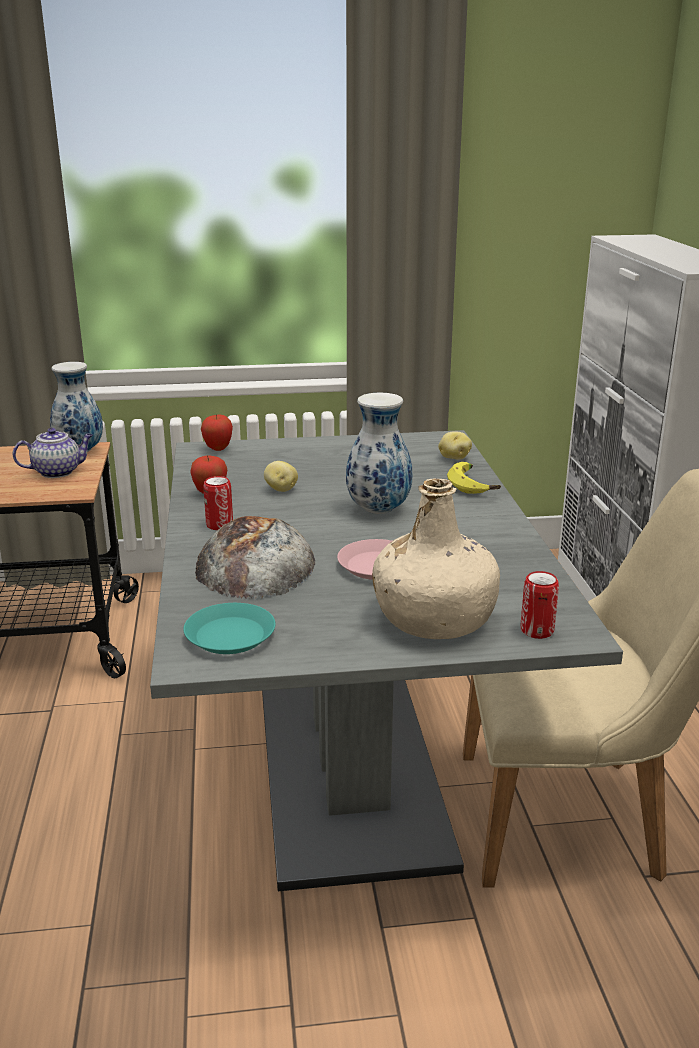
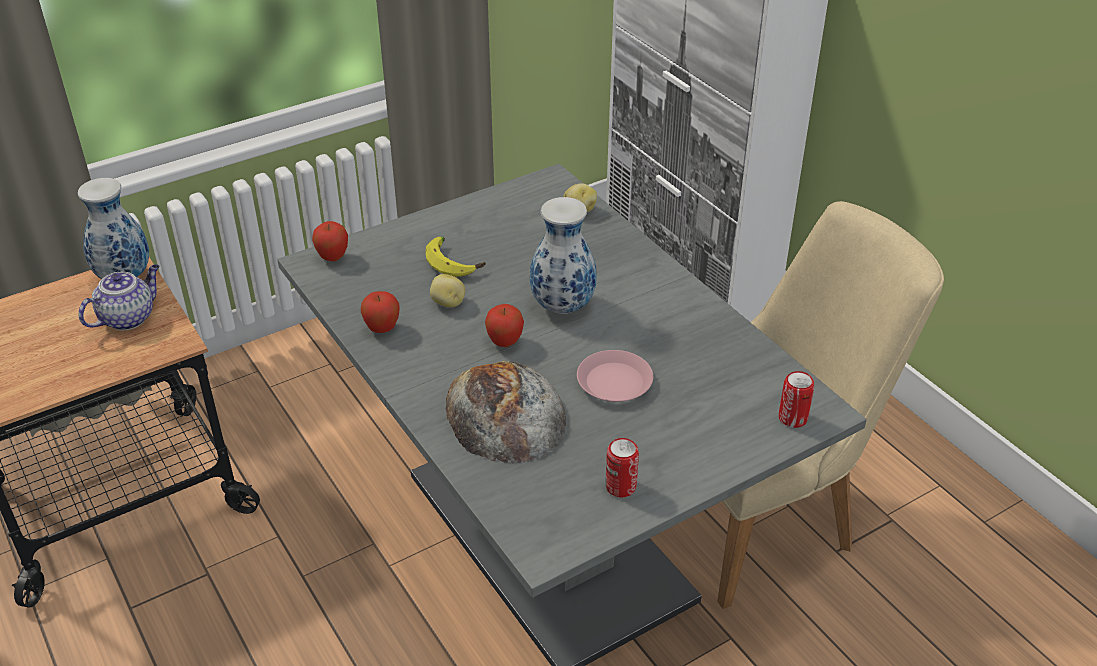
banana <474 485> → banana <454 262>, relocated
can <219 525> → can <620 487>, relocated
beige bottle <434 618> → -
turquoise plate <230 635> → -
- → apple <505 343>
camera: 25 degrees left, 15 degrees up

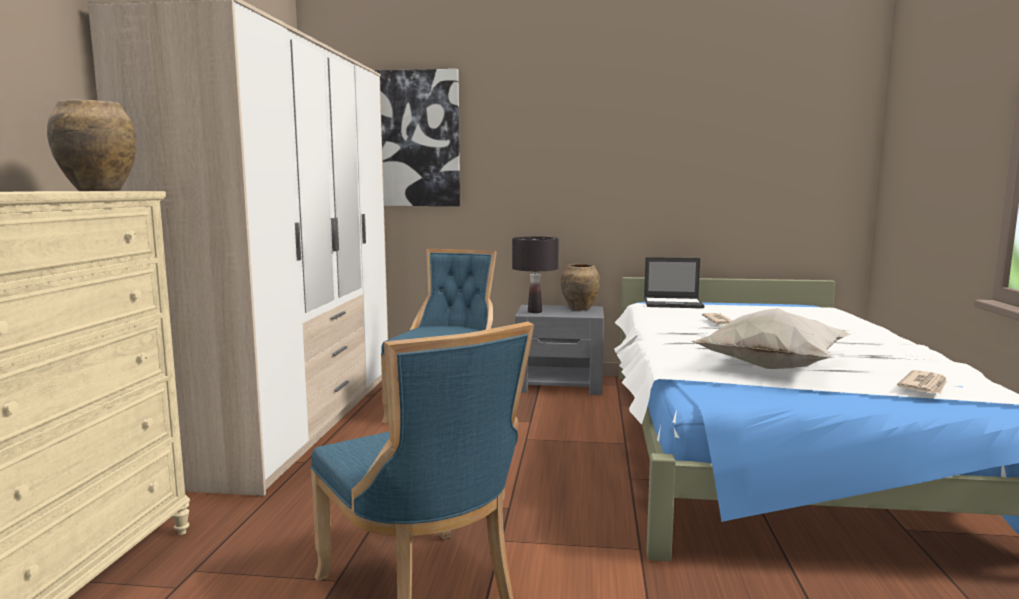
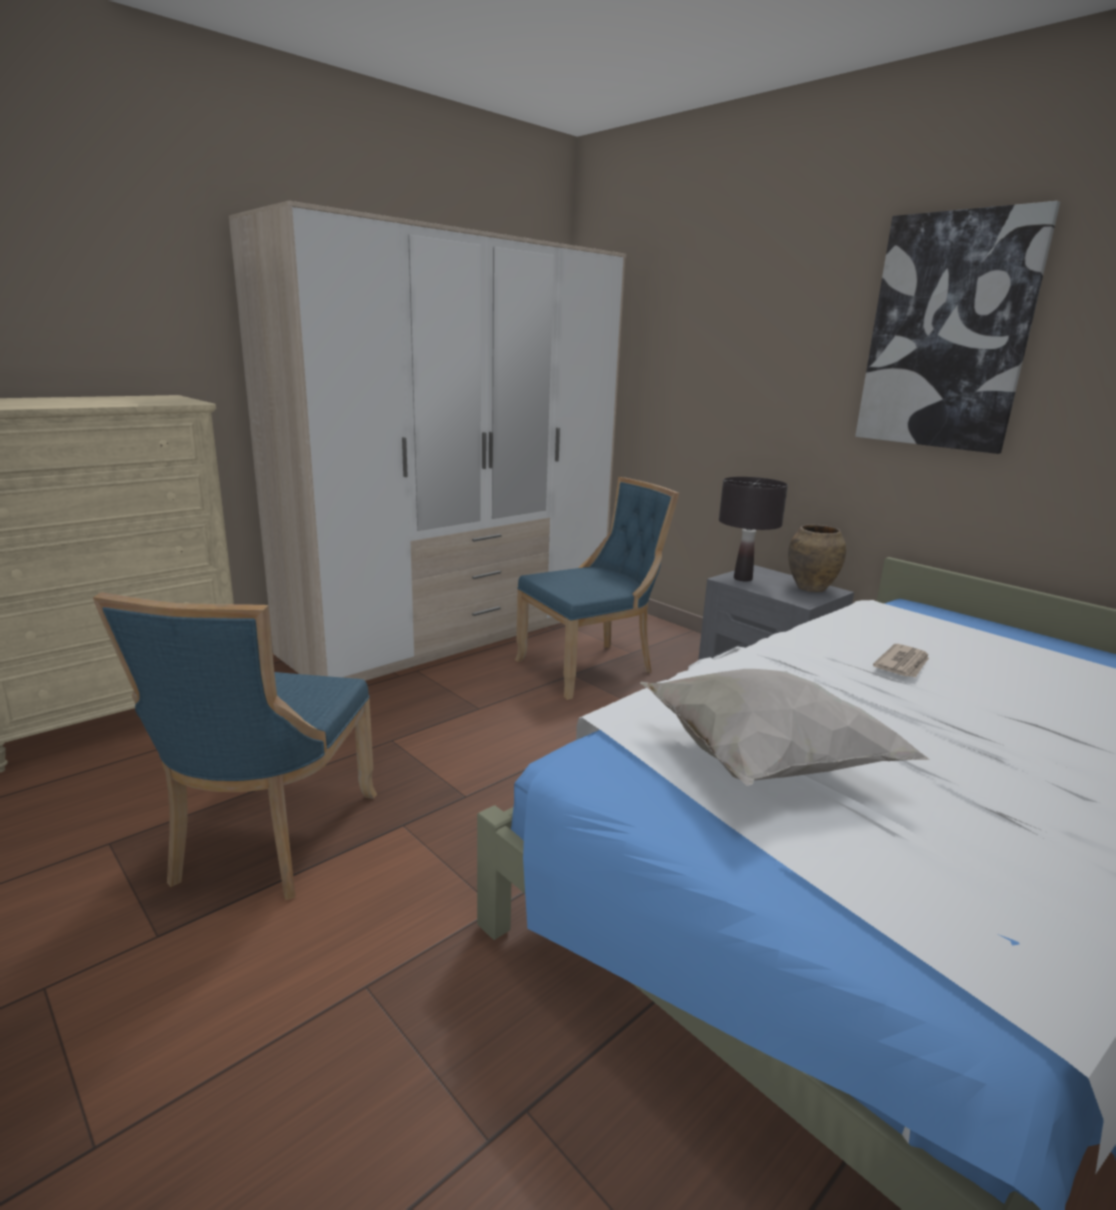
picture <416 139> → picture <948 333>, relocated
brown vase <99 190> → -
laptop <673 303> → -
newspaper <924 385> → -
camera: 40 degrees right, 10 degrees up

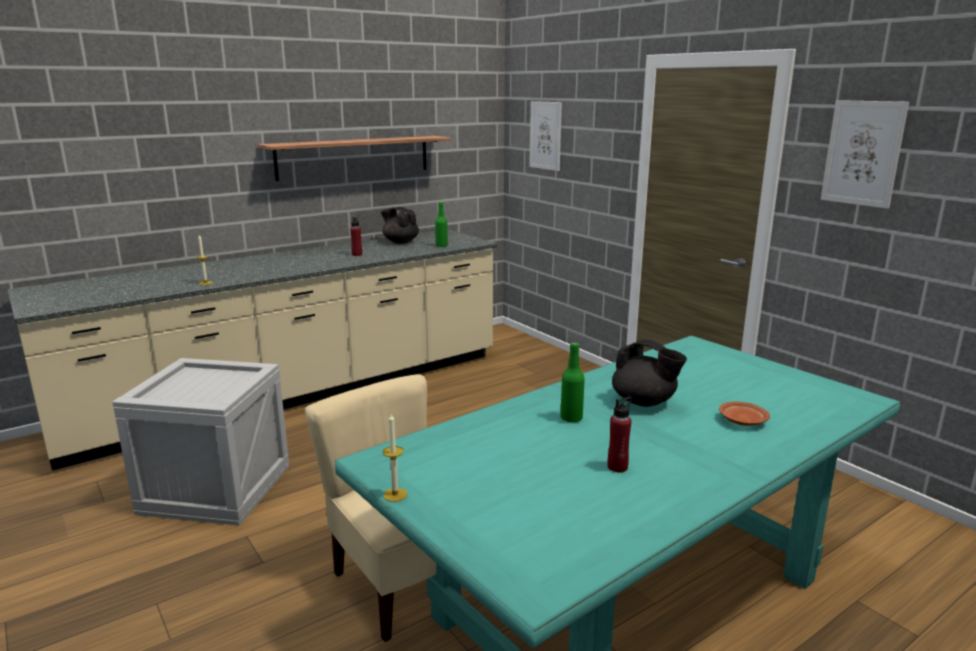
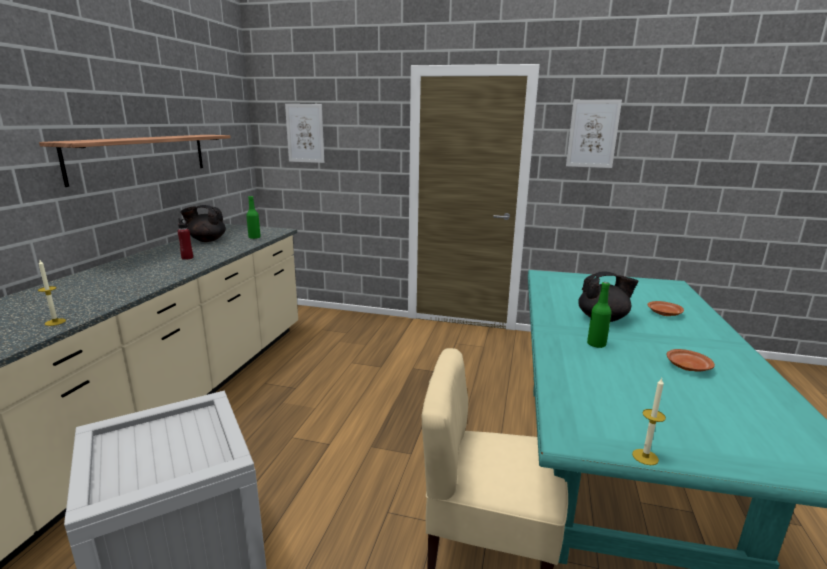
red bottle <617 467> → brown plate <687 366>
camera: 40 degrees left, 0 degrees up

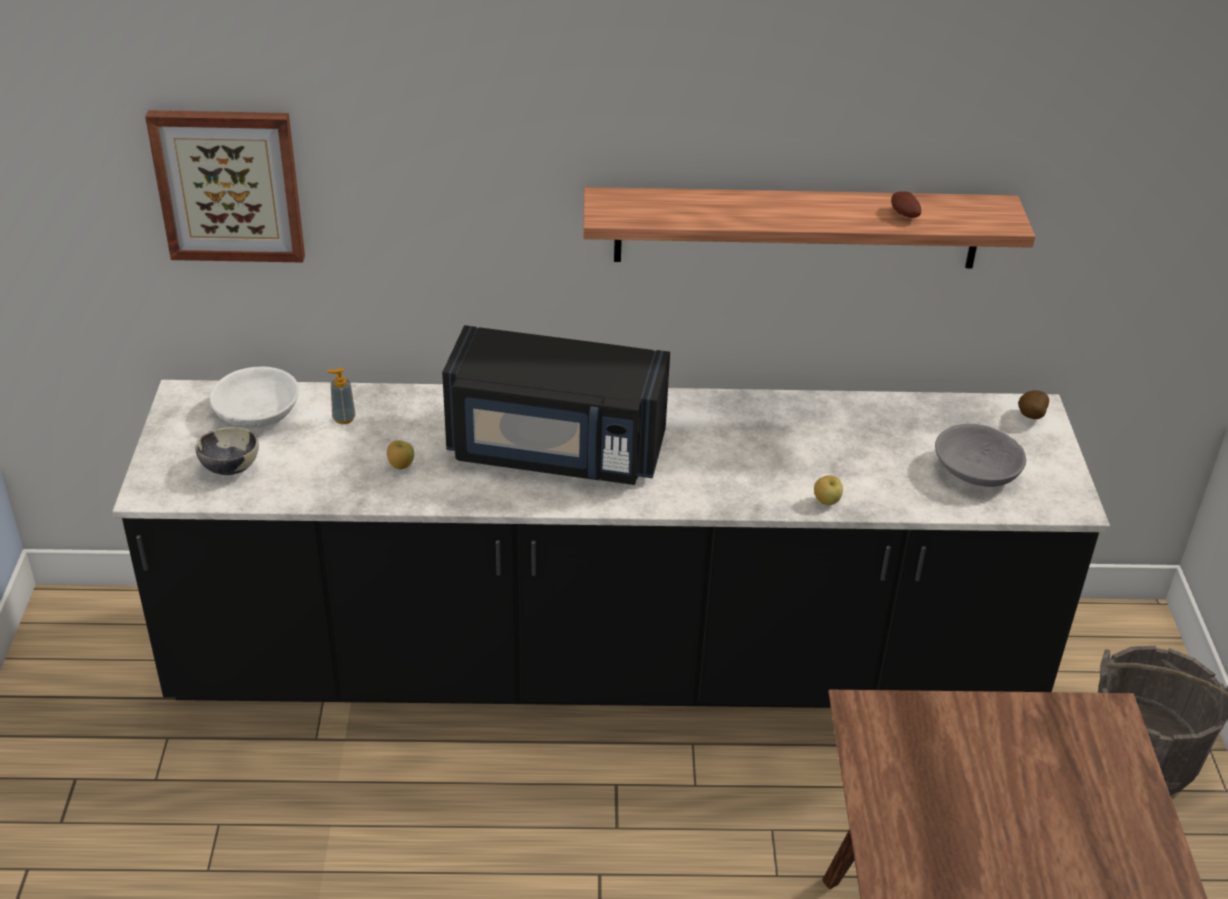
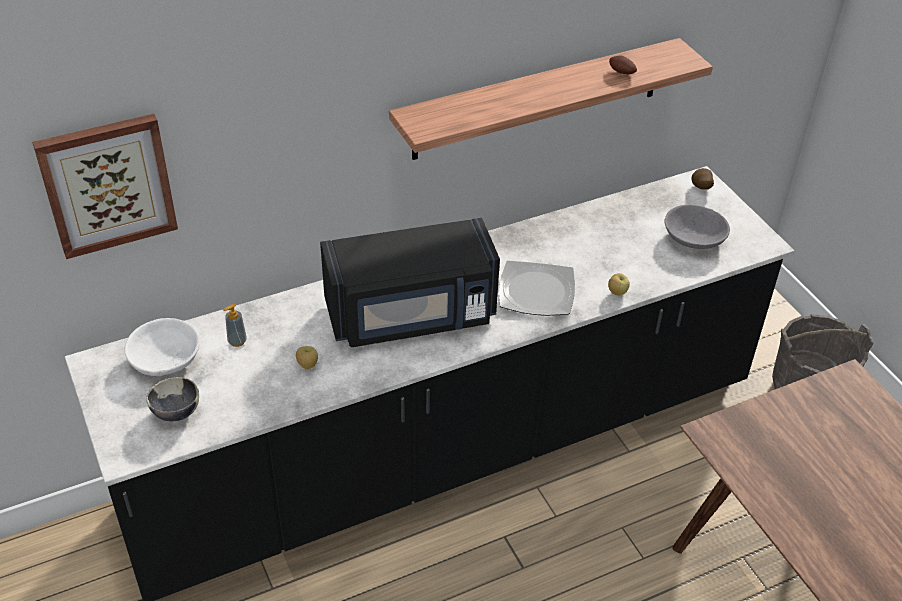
- → plate <536 291>
camera: 25 degrees left, 5 degrees up

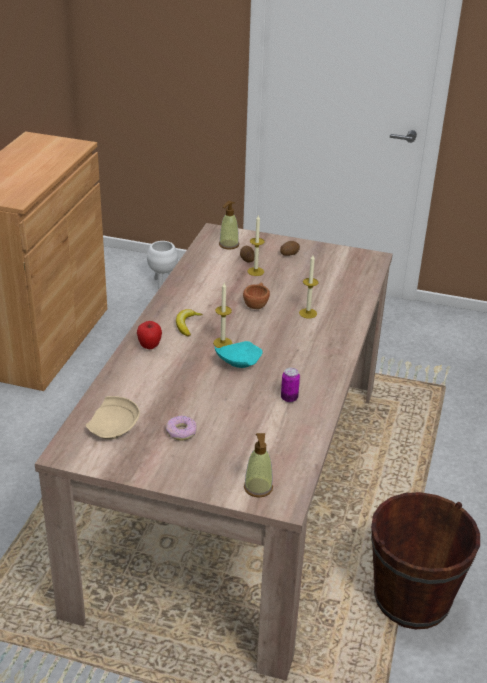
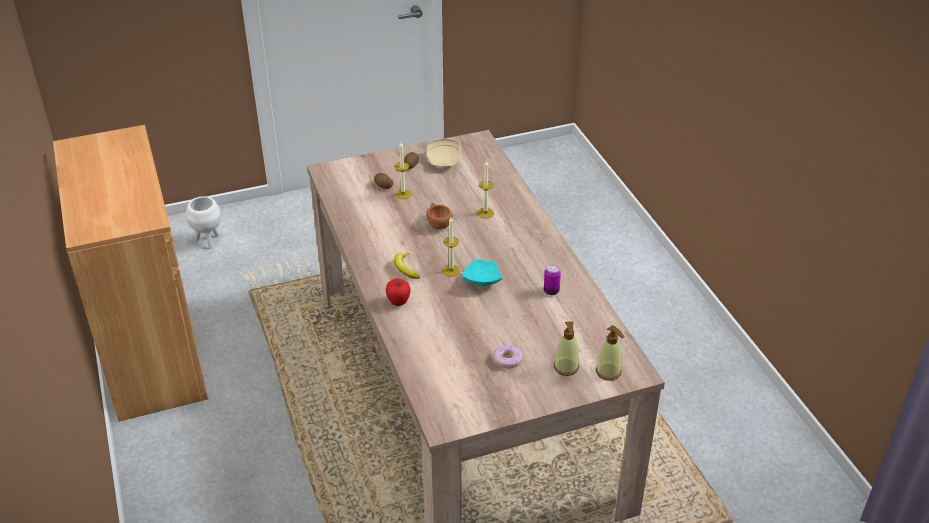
soap dispenser <228 245> → soap dispenser <566 367>, relocated
beige plate <114 428> → beige plate <444 161>, relocated
brown bucket <412 599> → -
camera: 35 degrees left, 5 degrees up

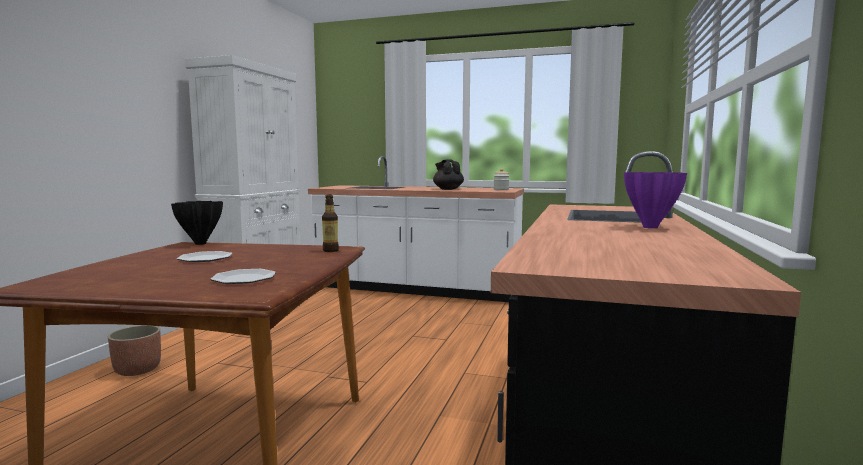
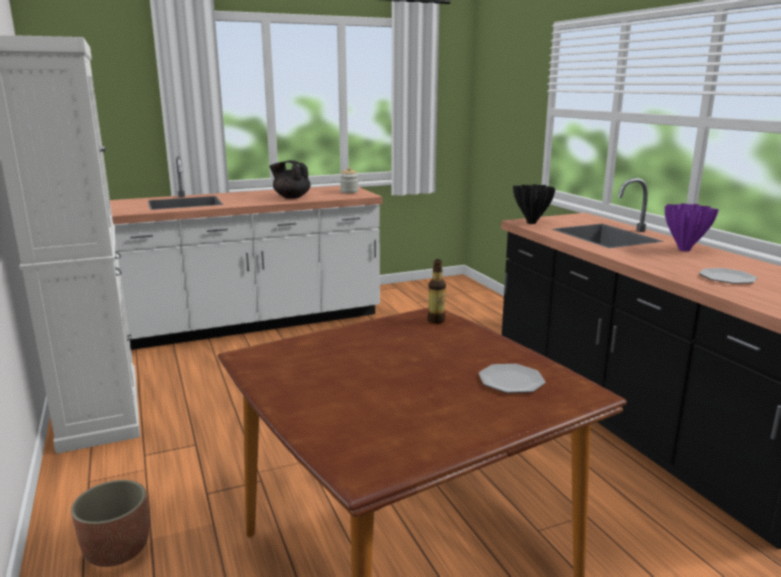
black vase <200 244> → black vase <532 223>, relocated
plate <205 259> → plate <727 278>, relocated
camera: 40 degrees left, 10 degrees up

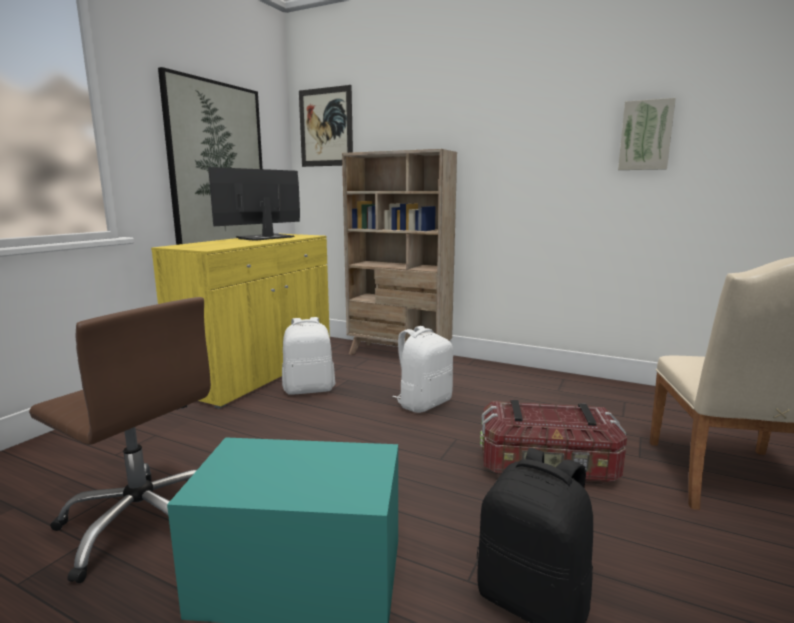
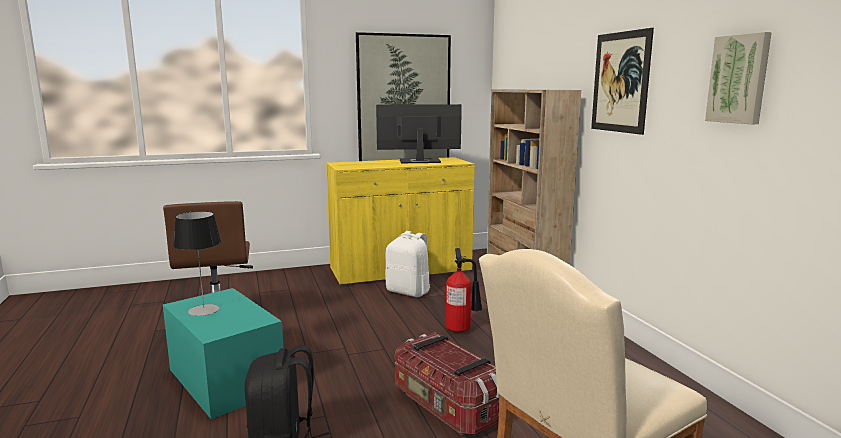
picture <326 127> → picture <620 82>, relocated
white backpack <423 403> → fire extinguisher <461 329>
- → table lamp <204 310>
camera: 45 degrees right, 0 degrees up

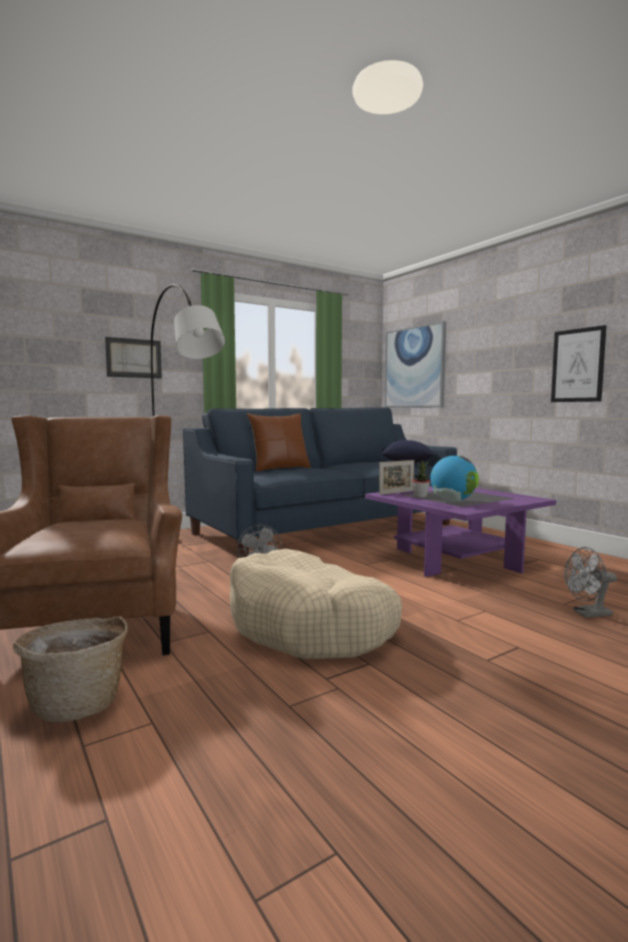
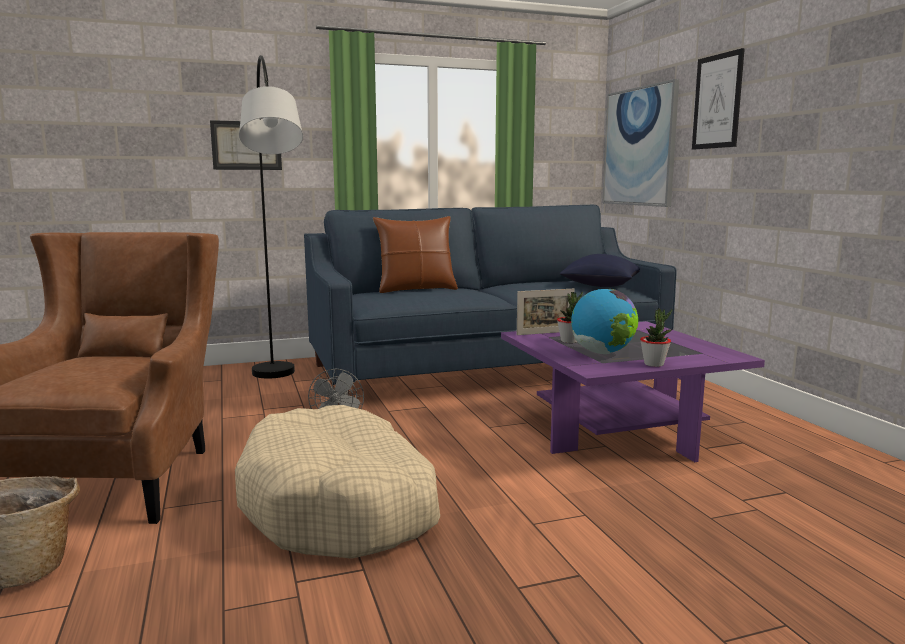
picture <577 365> → picture <717 101>, relocated
grey fan <588 614> → -
- → potted plant <654 364>
camera: 15 degrees right, 5 degrees up

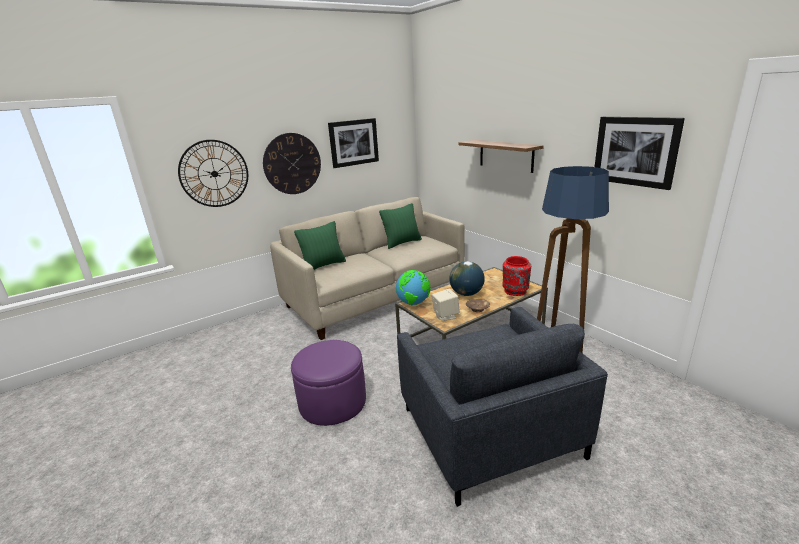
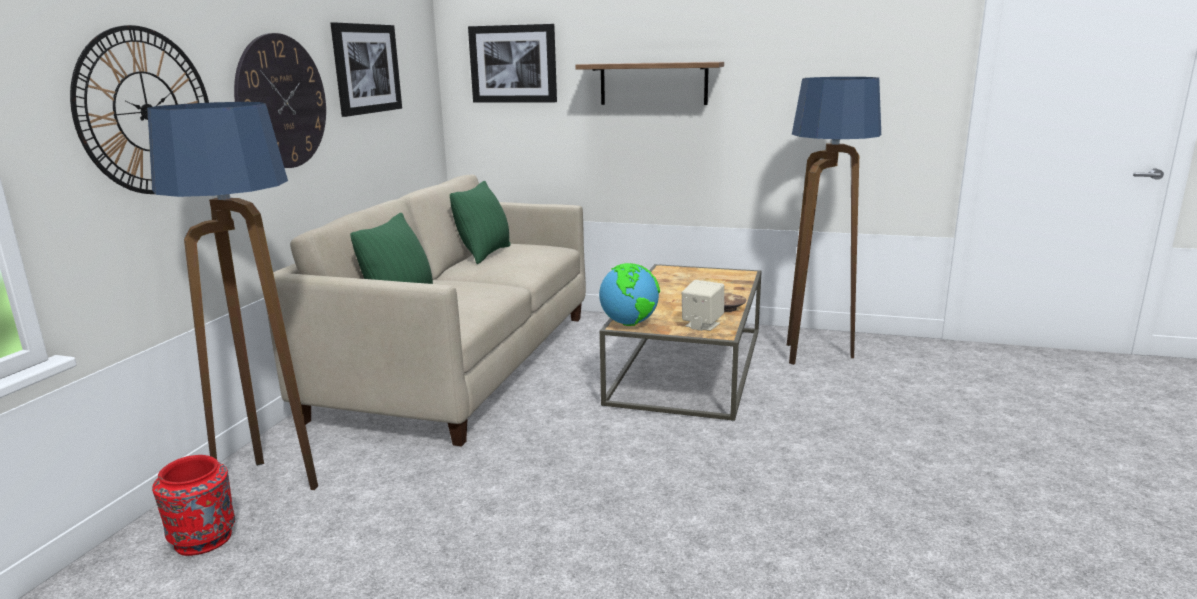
picture <635 151> → picture <513 64>, relocated
red vase <515 291> → red vase <204 540>, relocated
globe <467 294> → -
grey armchair <489 432> → -
purple ottoman <332 402> → -
- → floor lamp <273 484>
camera: 40 degrees left, 5 degrees down

